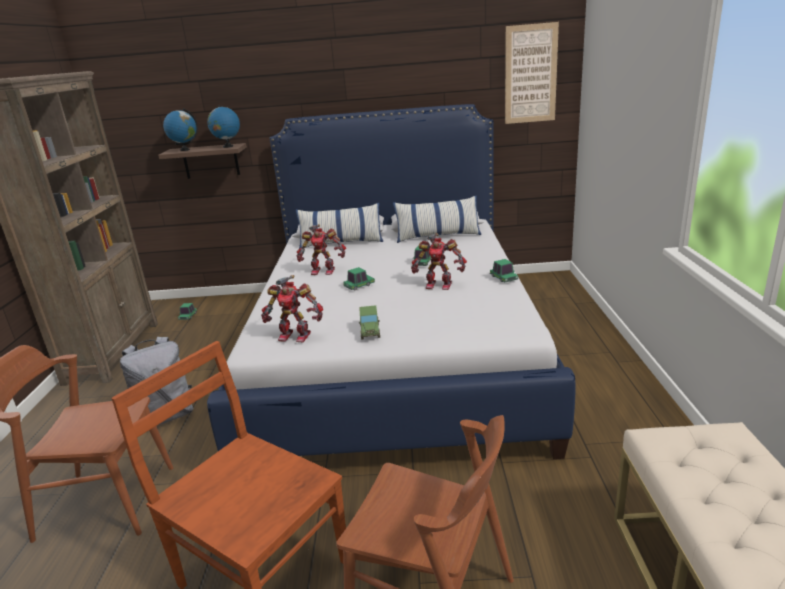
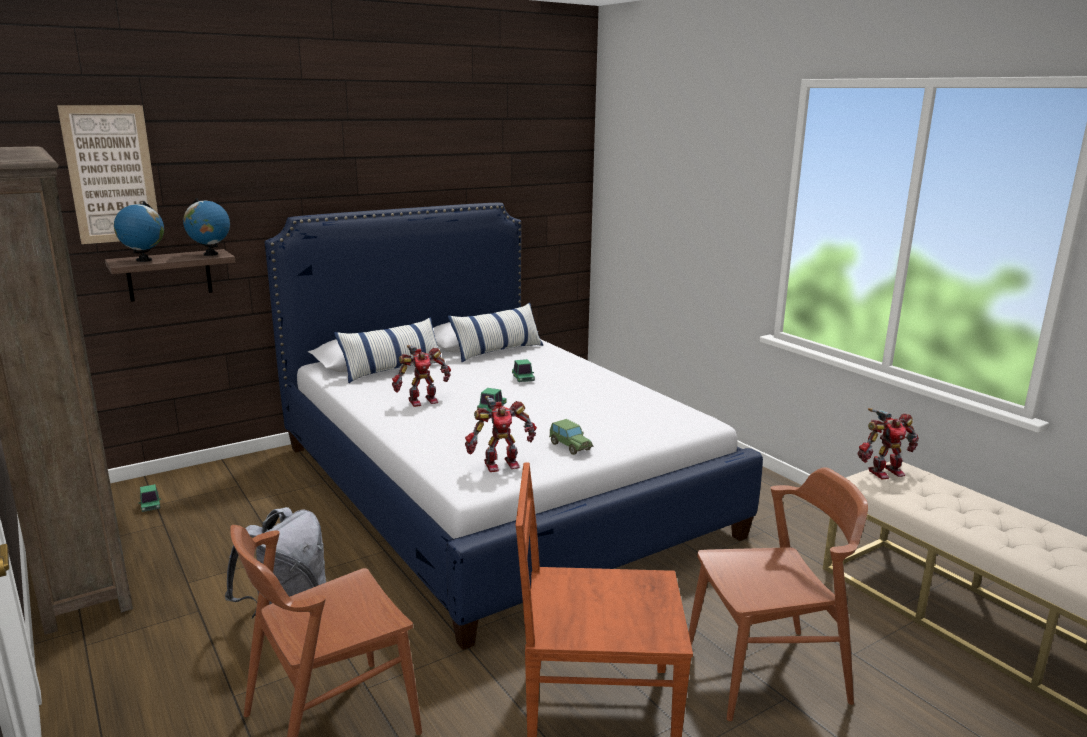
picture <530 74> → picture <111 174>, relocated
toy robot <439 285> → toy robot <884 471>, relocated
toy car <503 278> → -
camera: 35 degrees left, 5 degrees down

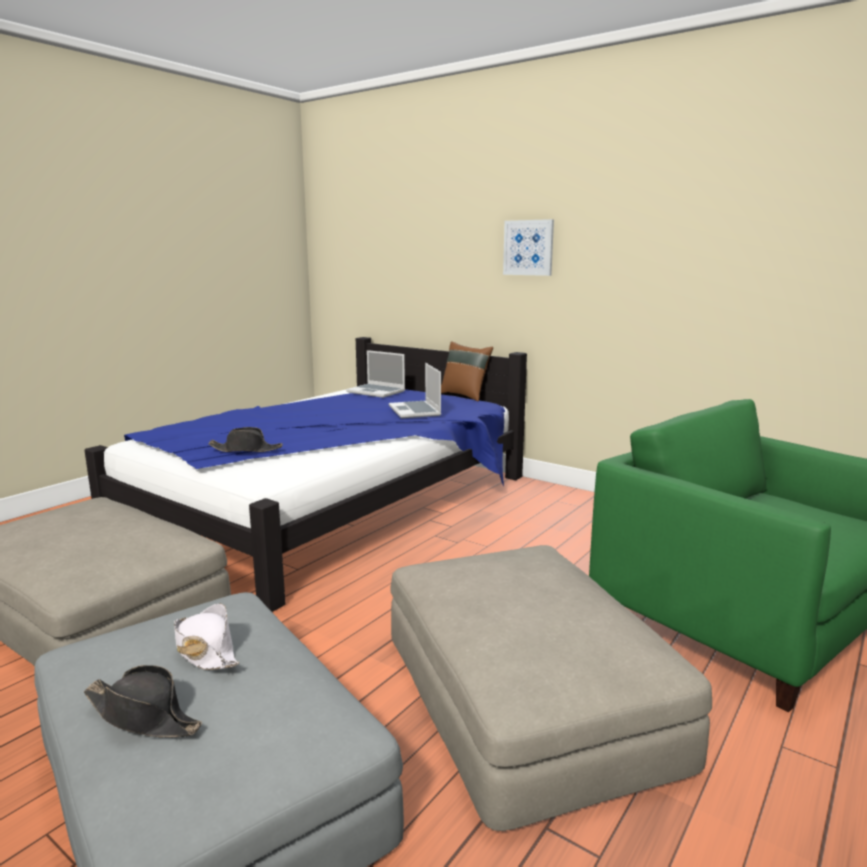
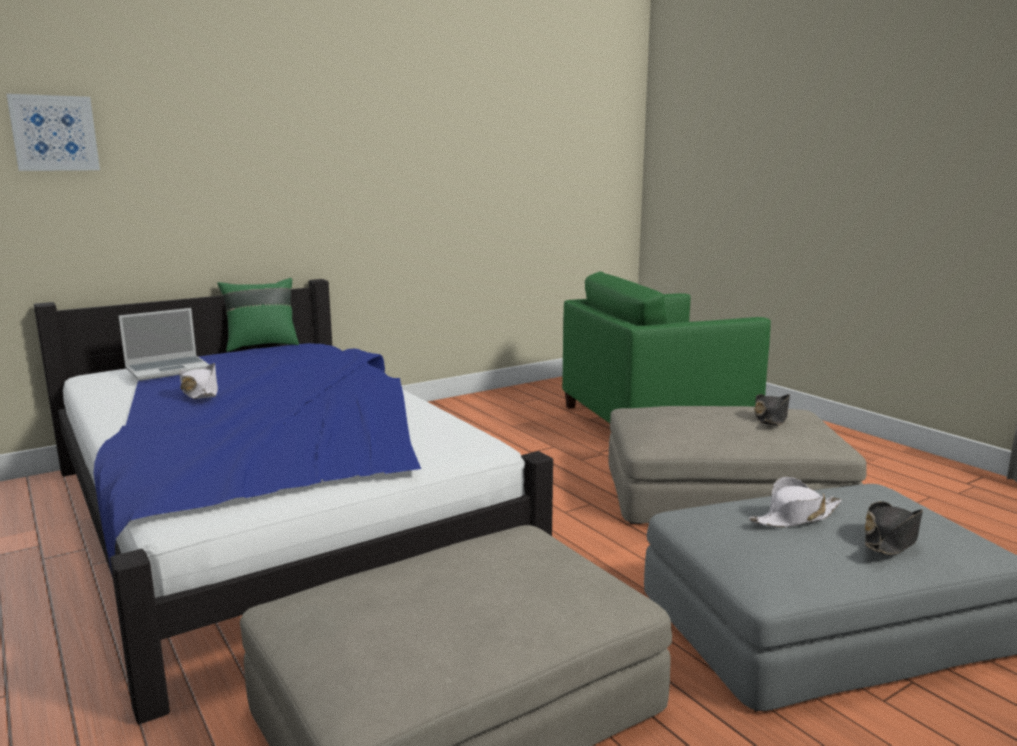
picture <528 247> → picture <54 133>, relocated
brown pillow <465 395> → green pillow <262 345>
laptop <415 411> → -
black hat <246 449> → black hat <770 418>, relocated
- → white hat <200 392>
camera: 70 degrees left, 0 degrees up

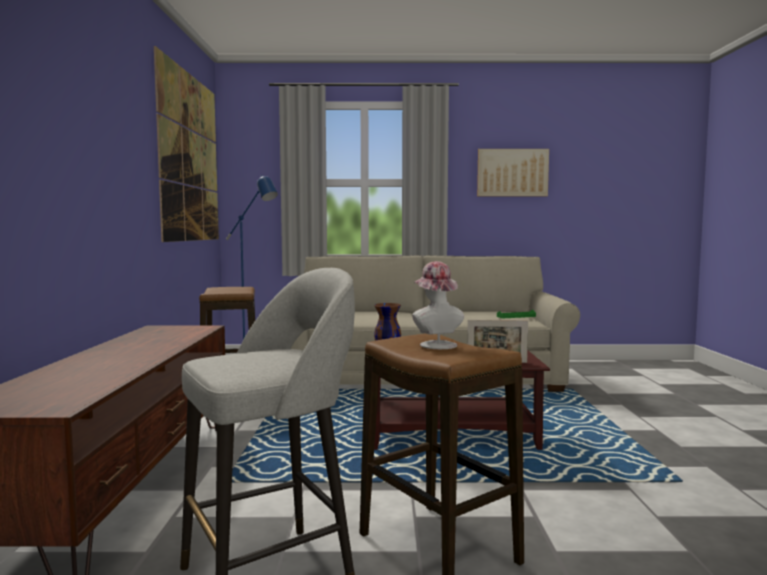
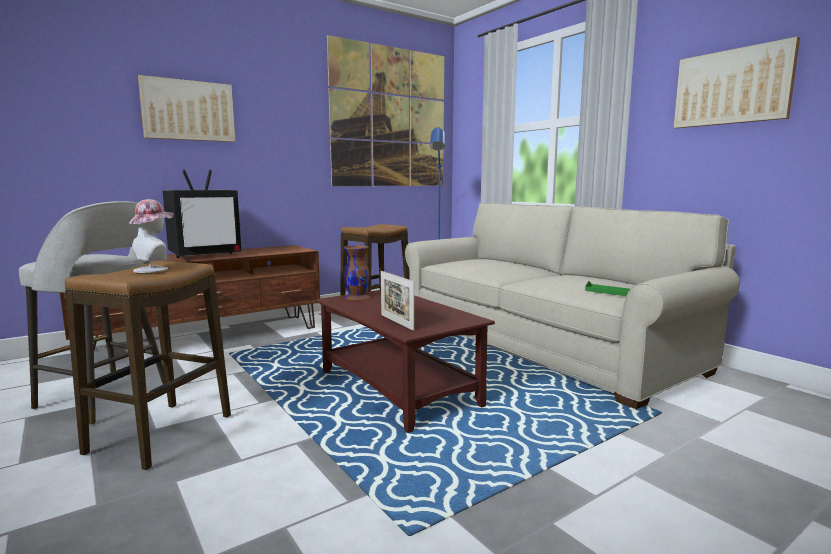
- → picture <188 110>
- → television <205 255>
camera: 55 degrees right, 5 degrees up

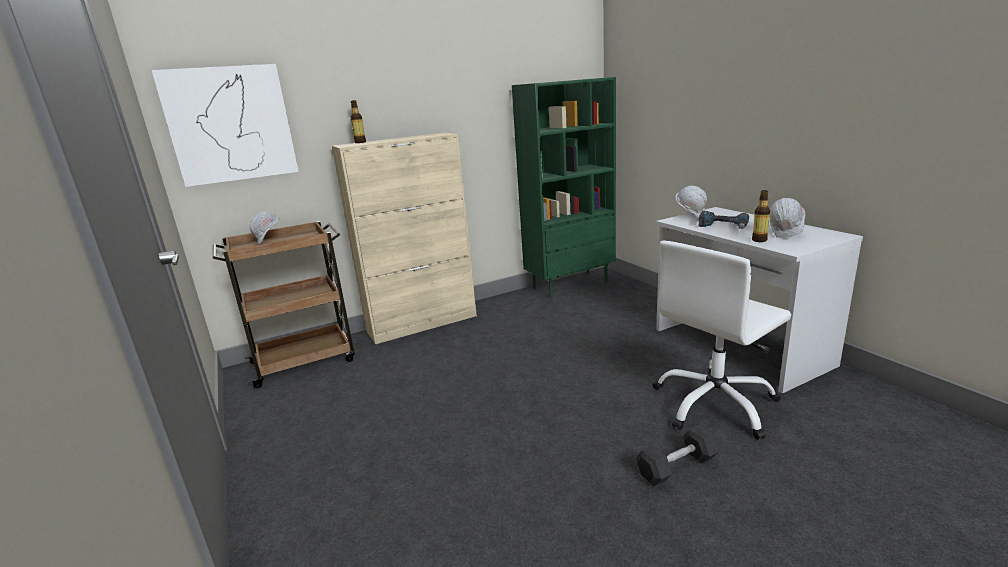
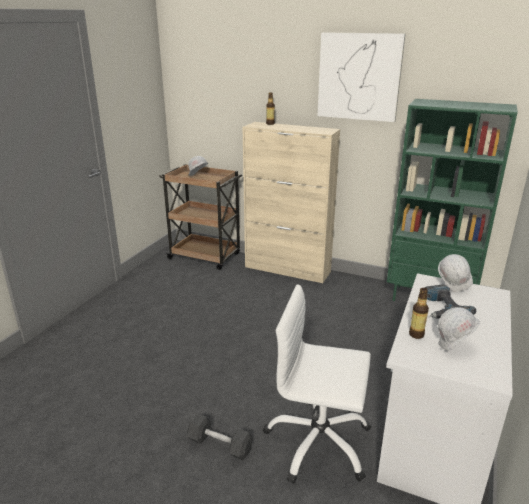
picture <230 124> → picture <359 77>, relocated
camera: 50 degrees right, 5 degrees up

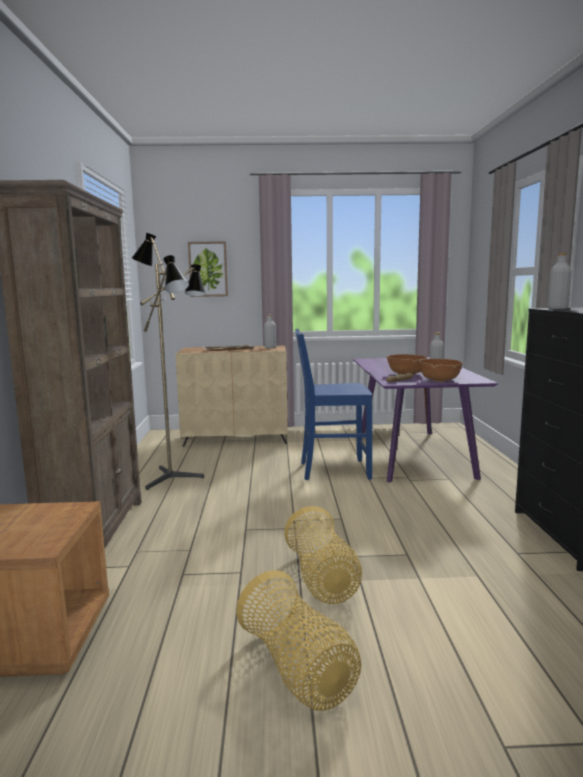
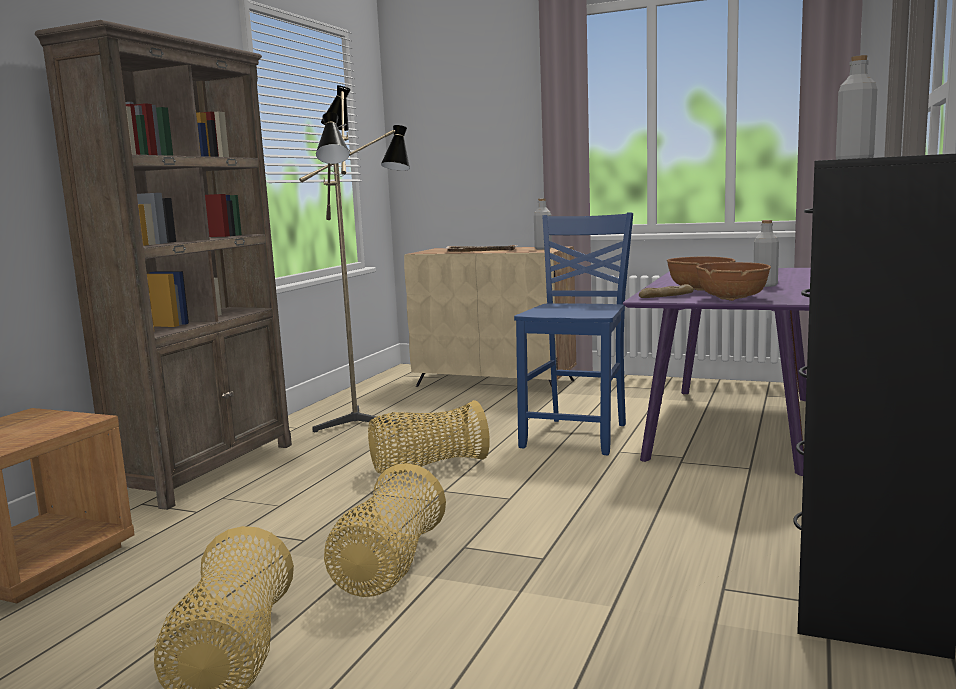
picture <208 269> → -
blue chair <333 470> → blue chair <578 435>, 90 degrees clockwise
- → basket <427 467>
camera: 25 degrees right, 0 degrees up

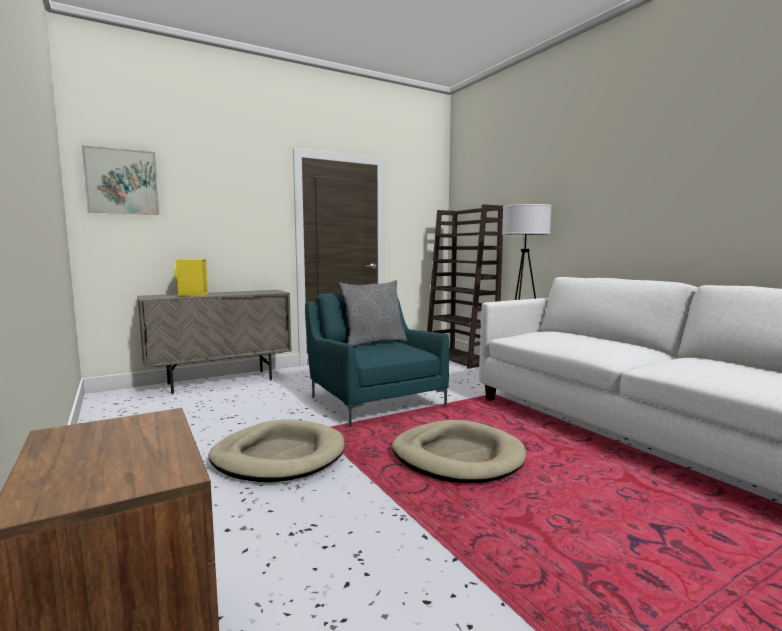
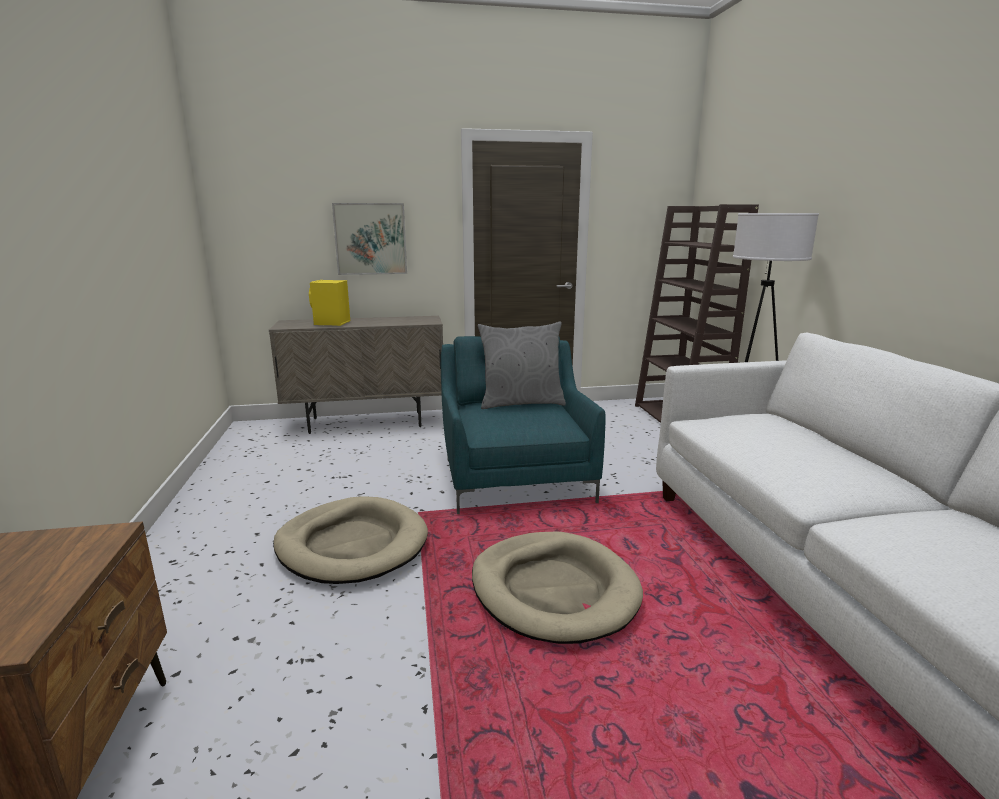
picture <122 181> → picture <370 239>, relocated
camera: 20 degrees right, 10 degrees up

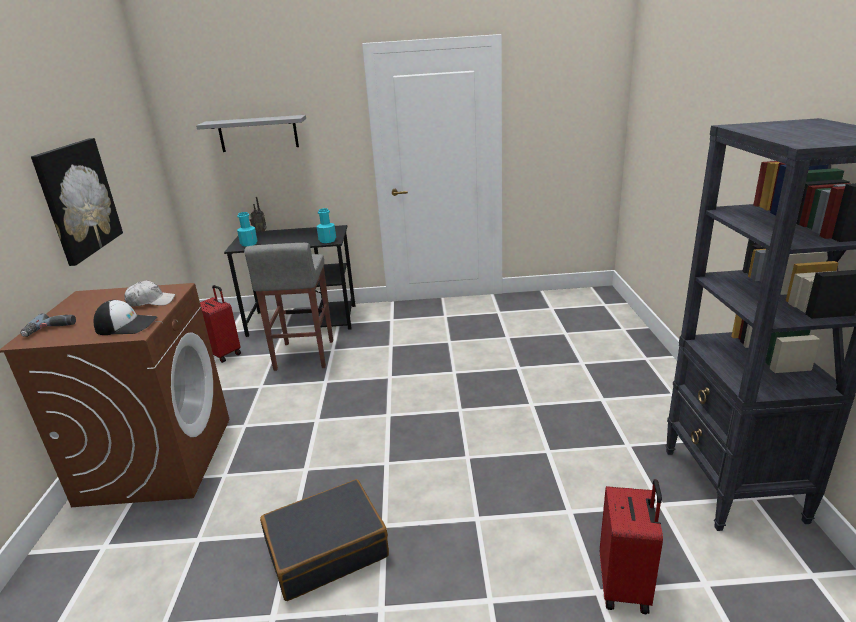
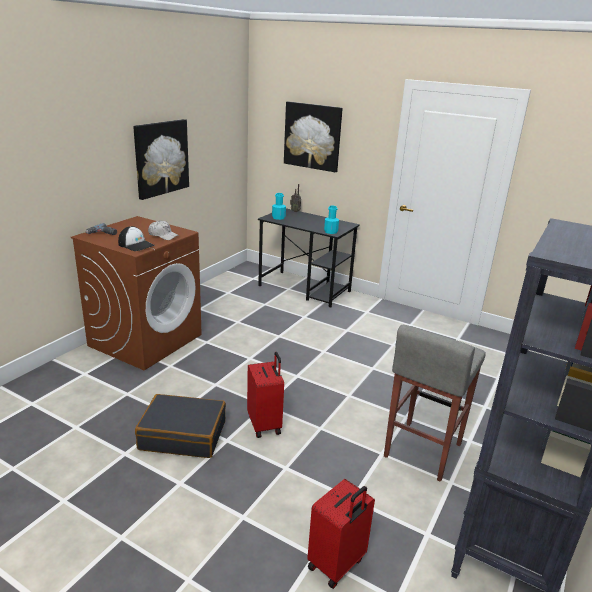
grey shelf <258 133> → picture <312 136>
grey stool <303 355> → grey stool <421 450>, relocated
red suitcase <224 353> → red suitcase <265 424>, relocated
camera: 30 degrees right, 0 degrees up

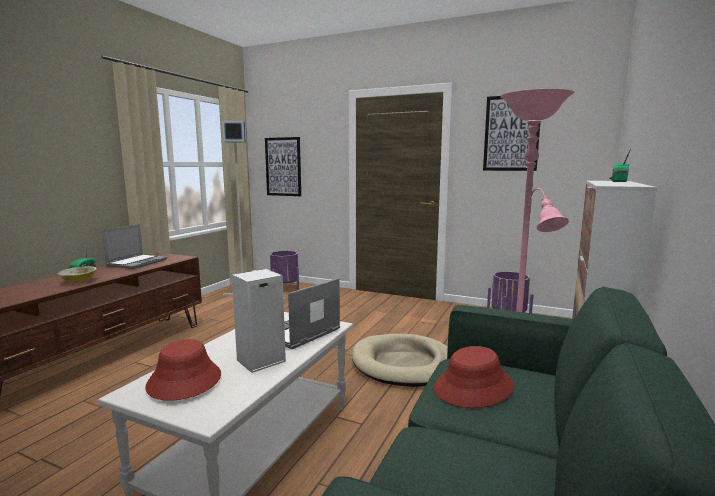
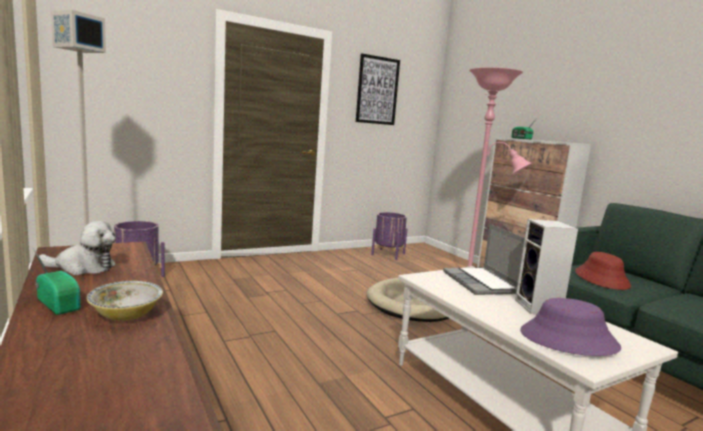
picture <283 167> → -
laptop <137 263> → plush toy <83 267>
red hat <184 381> → purple hat <568 340>
camera: 55 degrees left, 0 degrees up

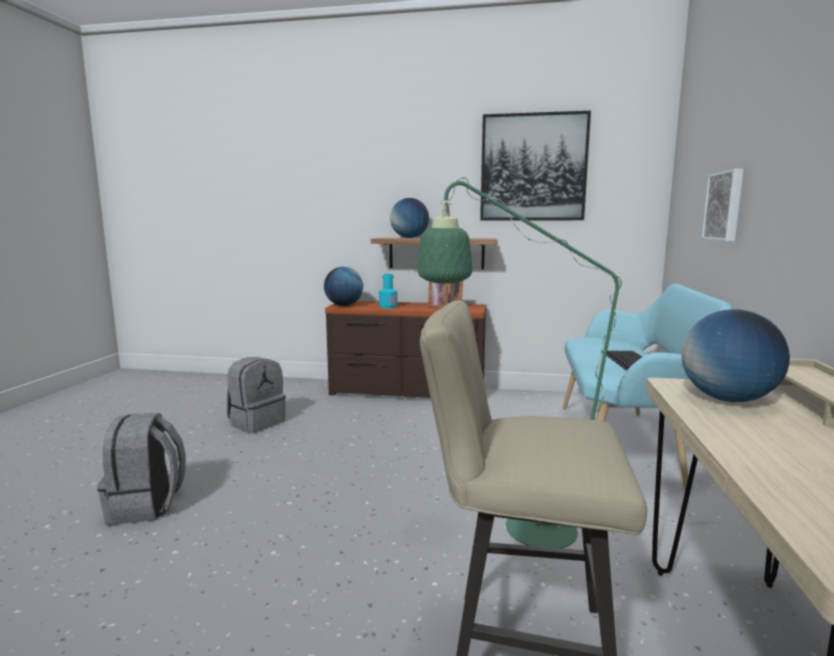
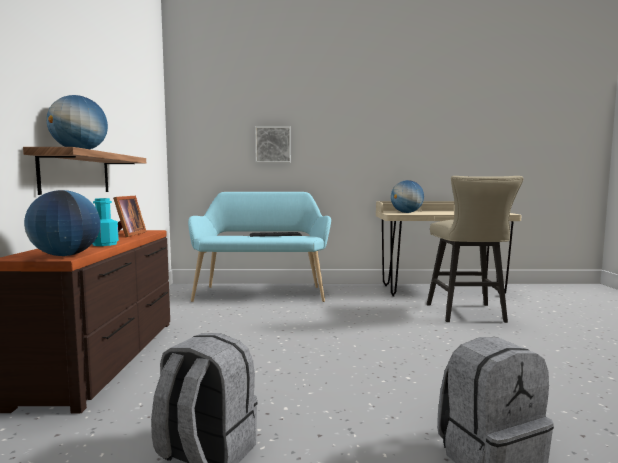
picture <533 168> → -
green floor lamp <522 529> → -
camera: 100 degrees left, 5 degrees down

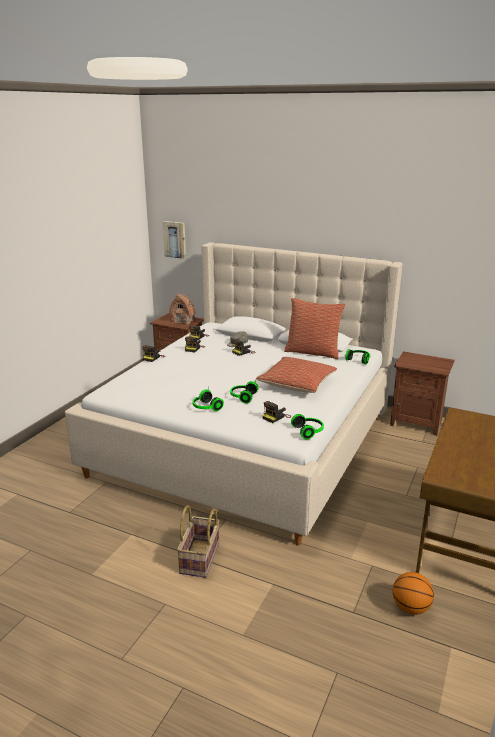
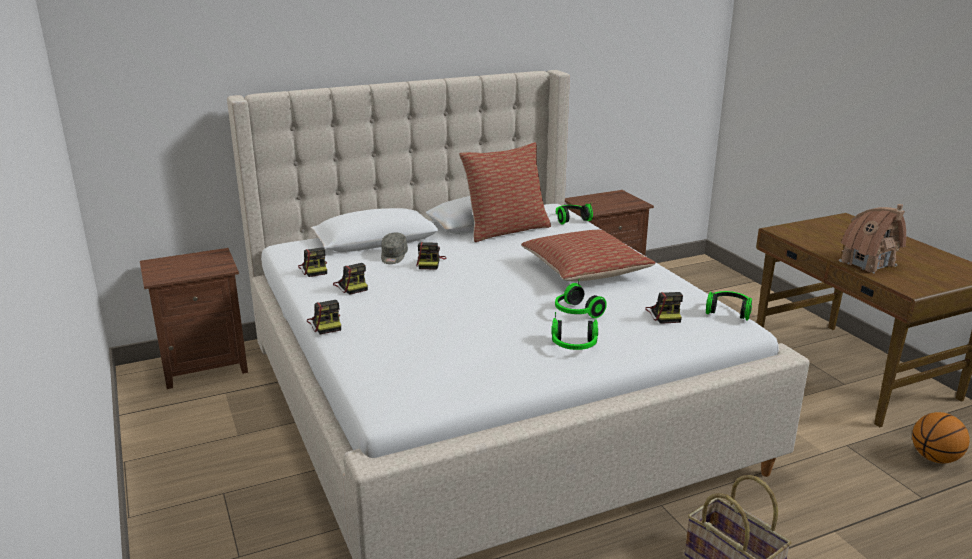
picture <175 239> → -
toy house <183 321> → toy house <868 263>, relocated
camera: 50 degrees left, 0 degrees up

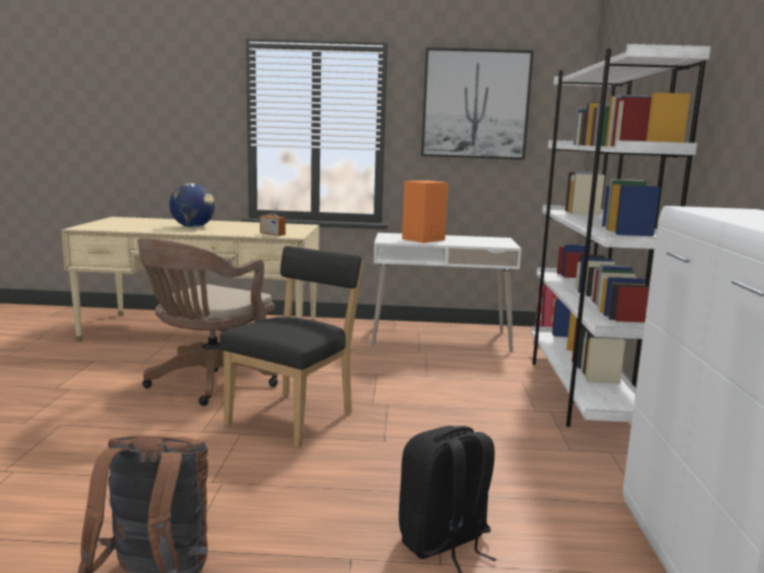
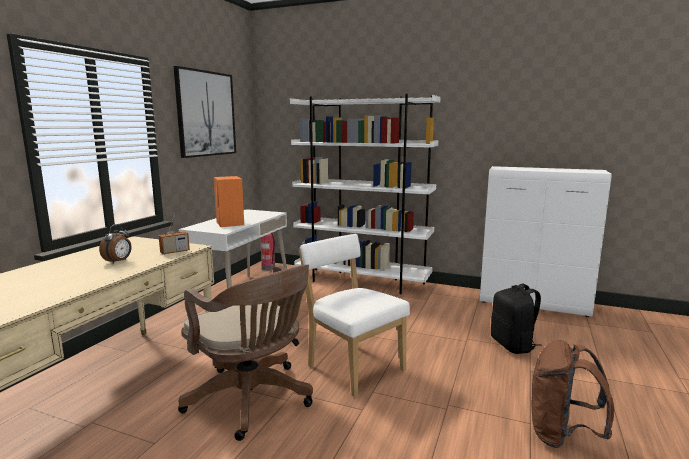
globe <193 227> → -
black chair <295 417> → white chair <352 366>
- → alarm clock <118 261>
camera: 70 degrees left, 0 degrees up

